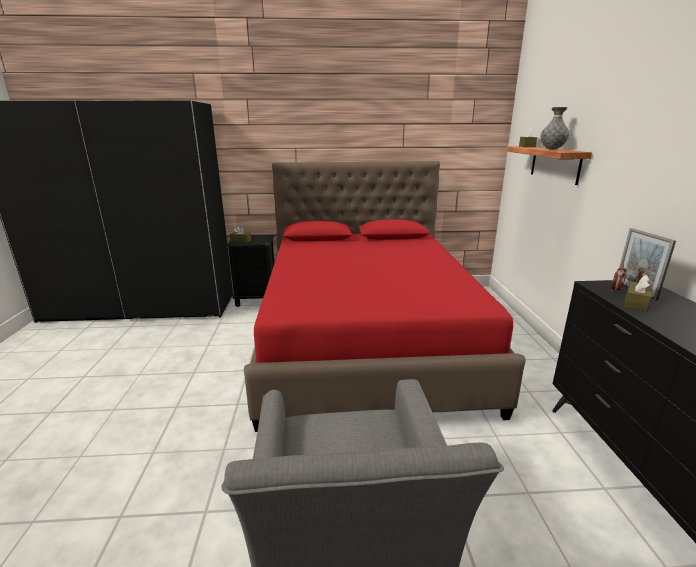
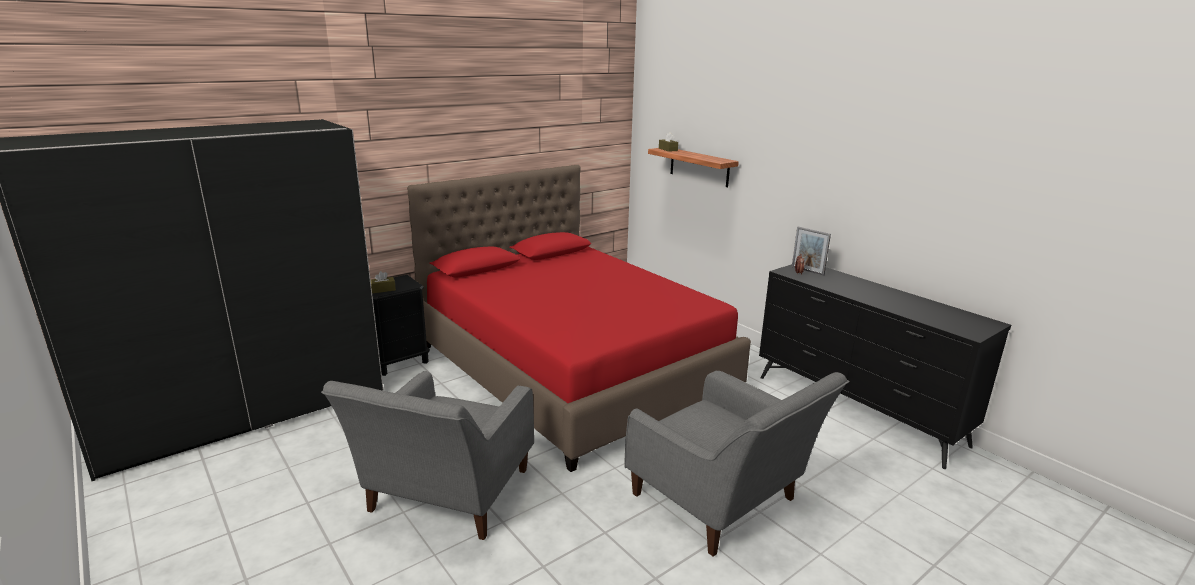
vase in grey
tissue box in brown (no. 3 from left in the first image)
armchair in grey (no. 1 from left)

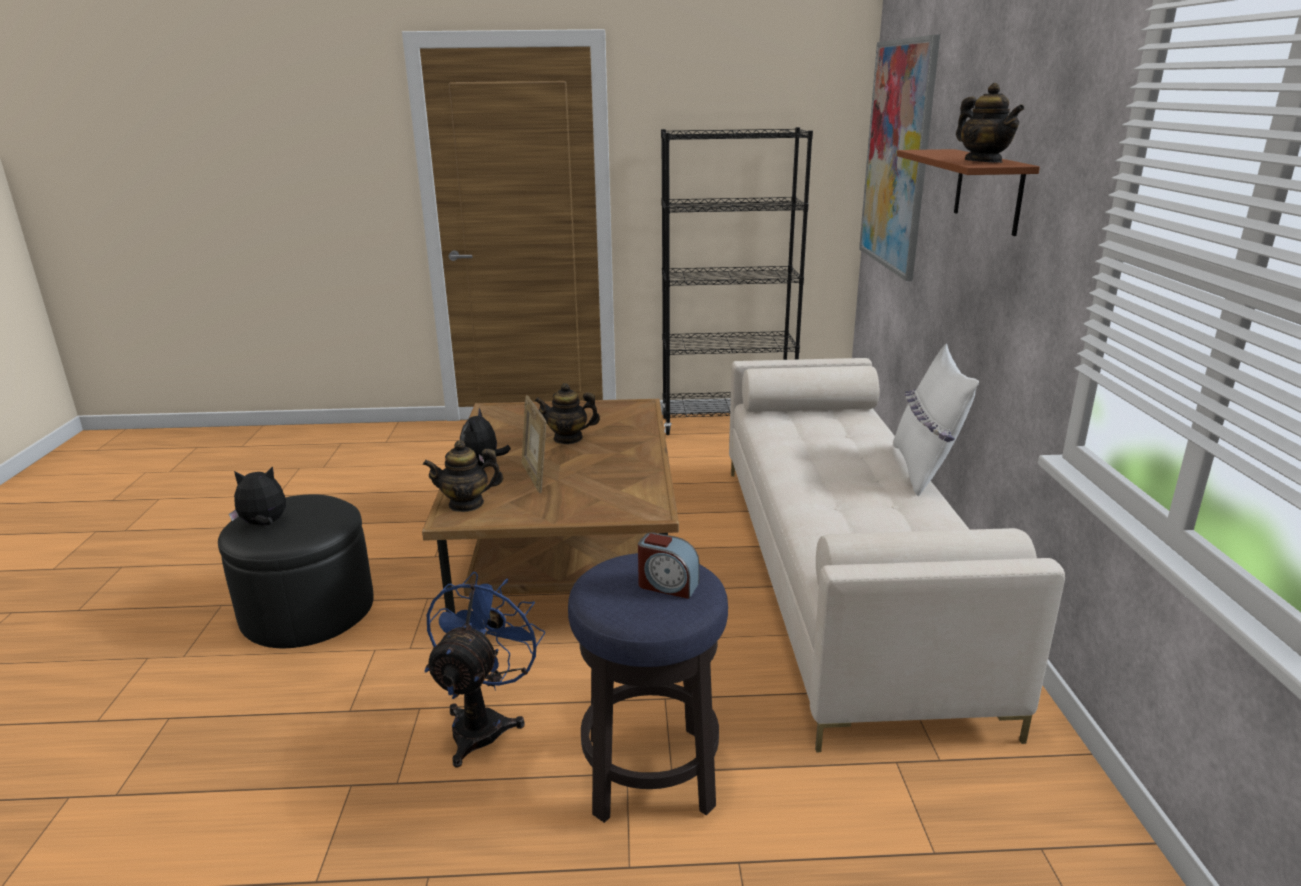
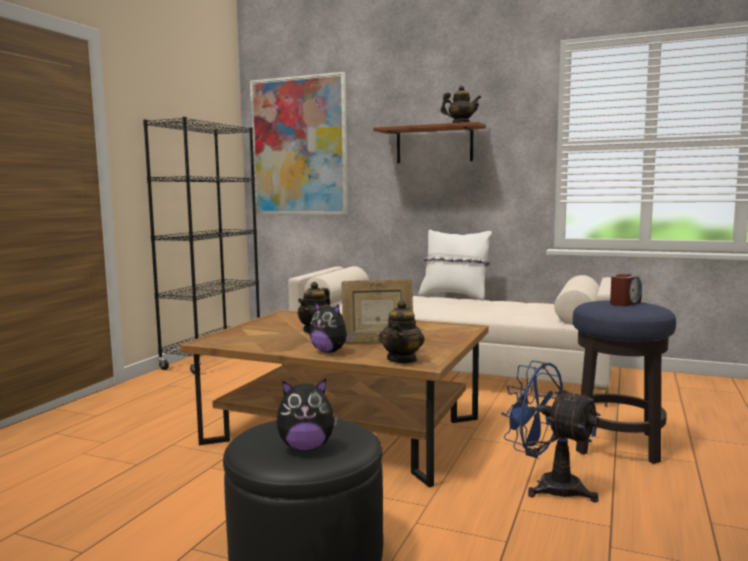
plush toy (no. 1 from left)

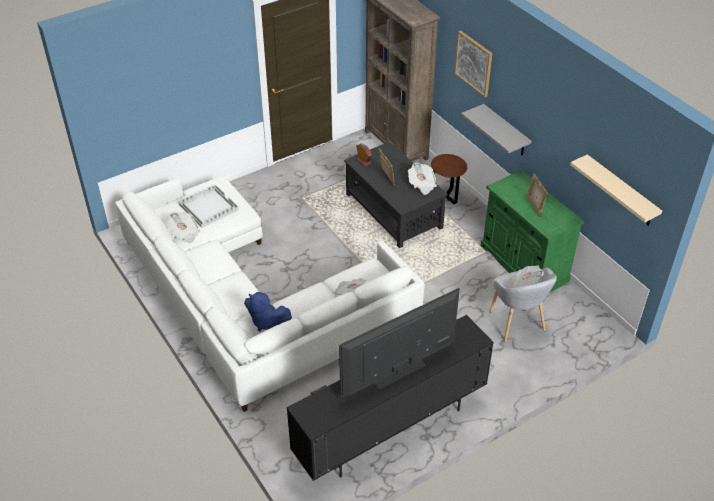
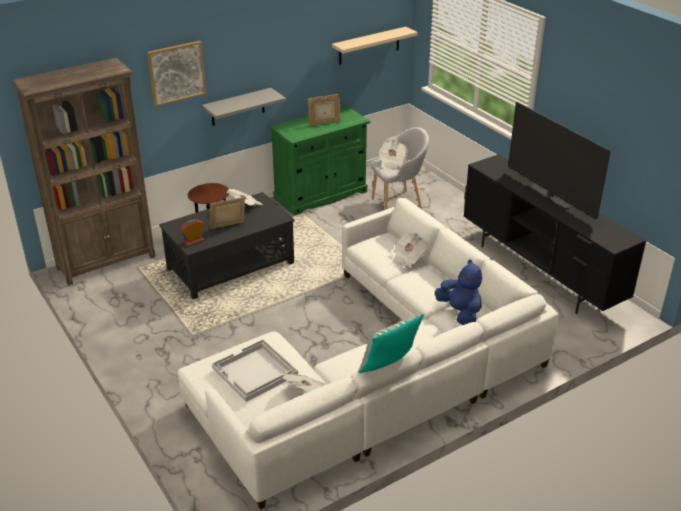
plush toy in blue
pillow

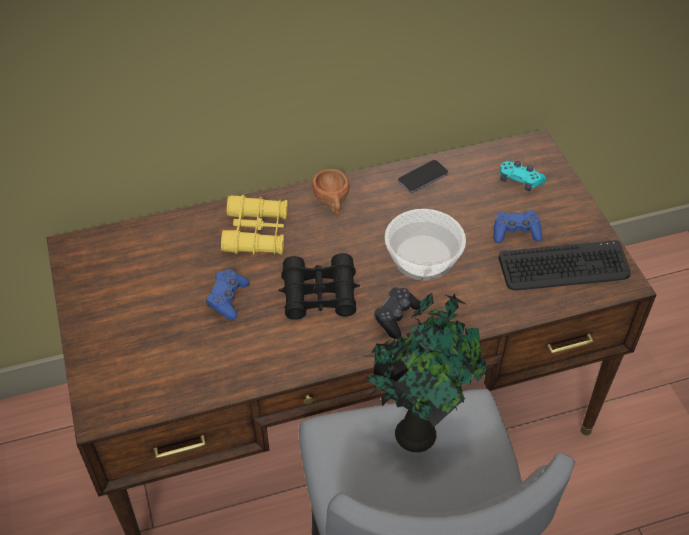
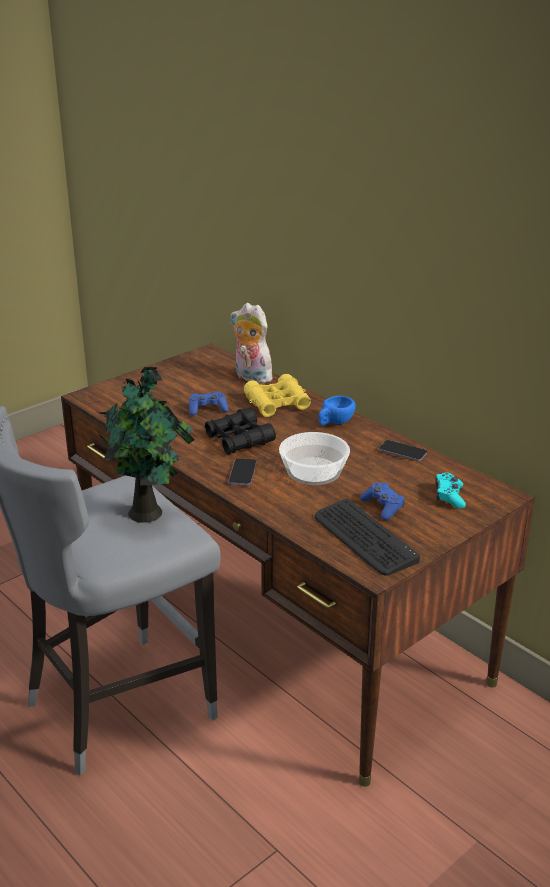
cup in blue
phone (no. 1 from left)
plush toy

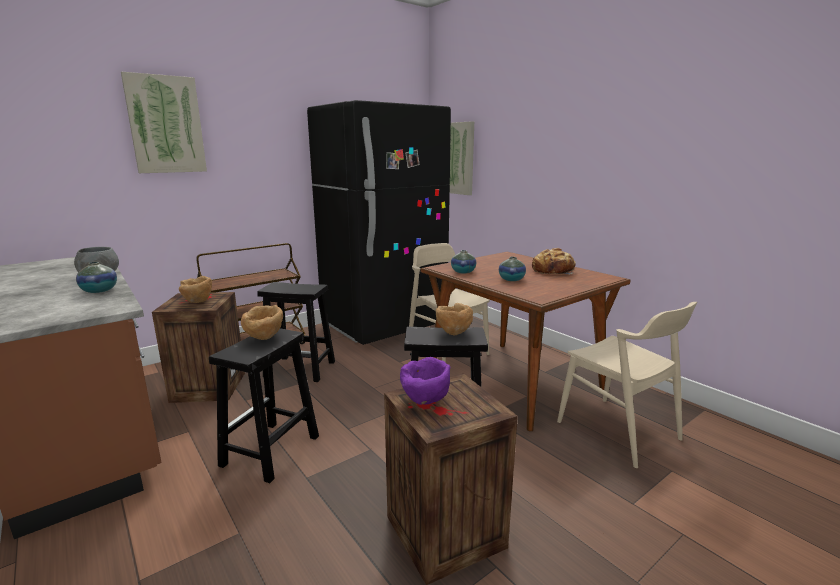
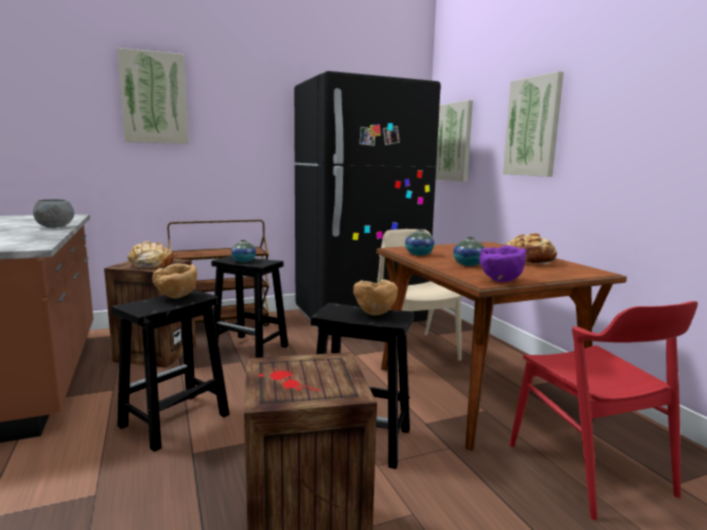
vase (no. 1 from left)
bread (no. 1 from left)
bowl in purple
chair in red
picture (no. 3 from left)

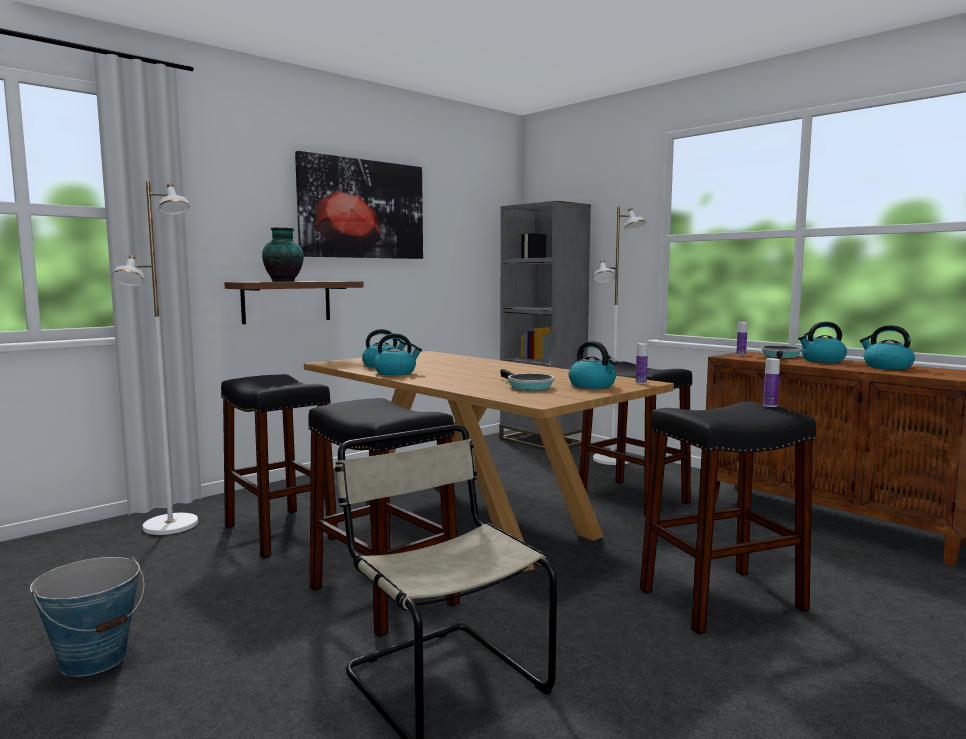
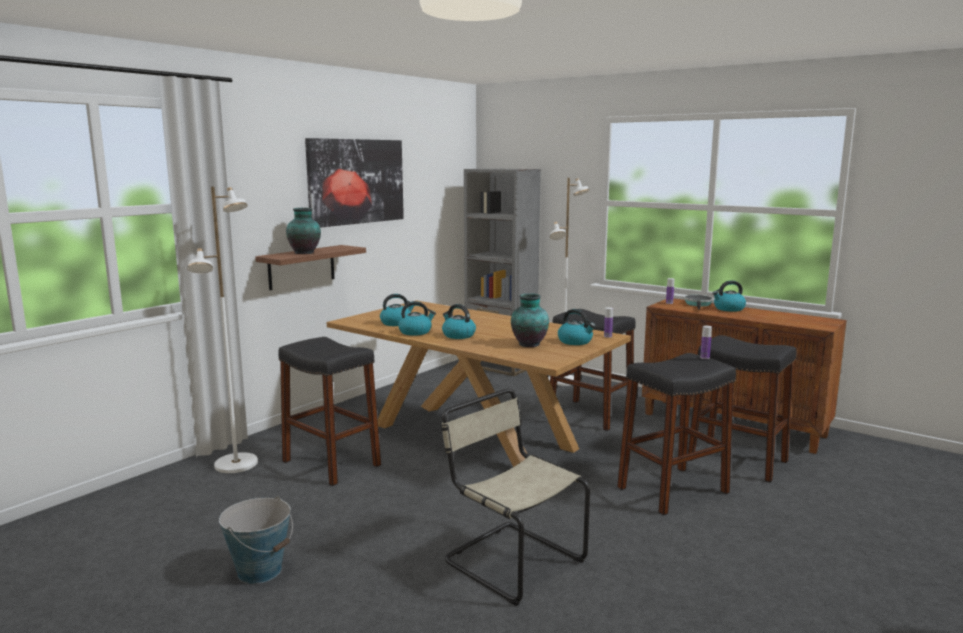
stool in black (no. 4 from left)
vase (no. 2 from left)
kettle (no. 3 from left)

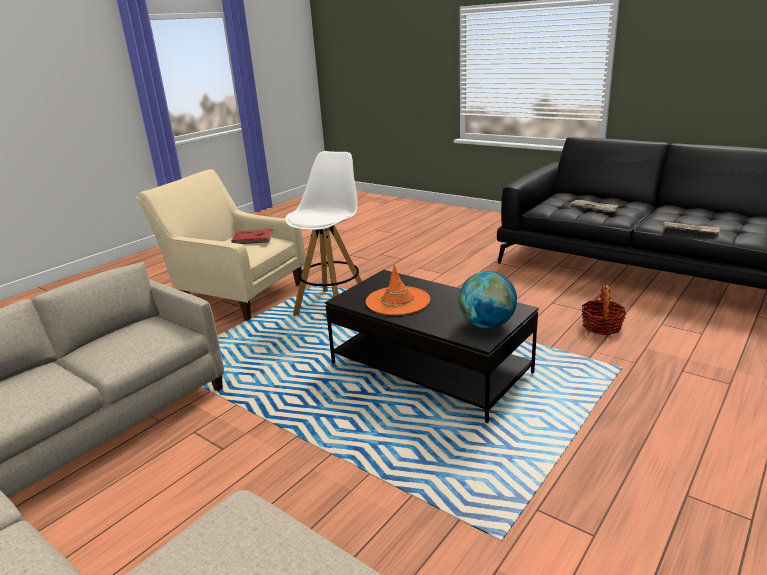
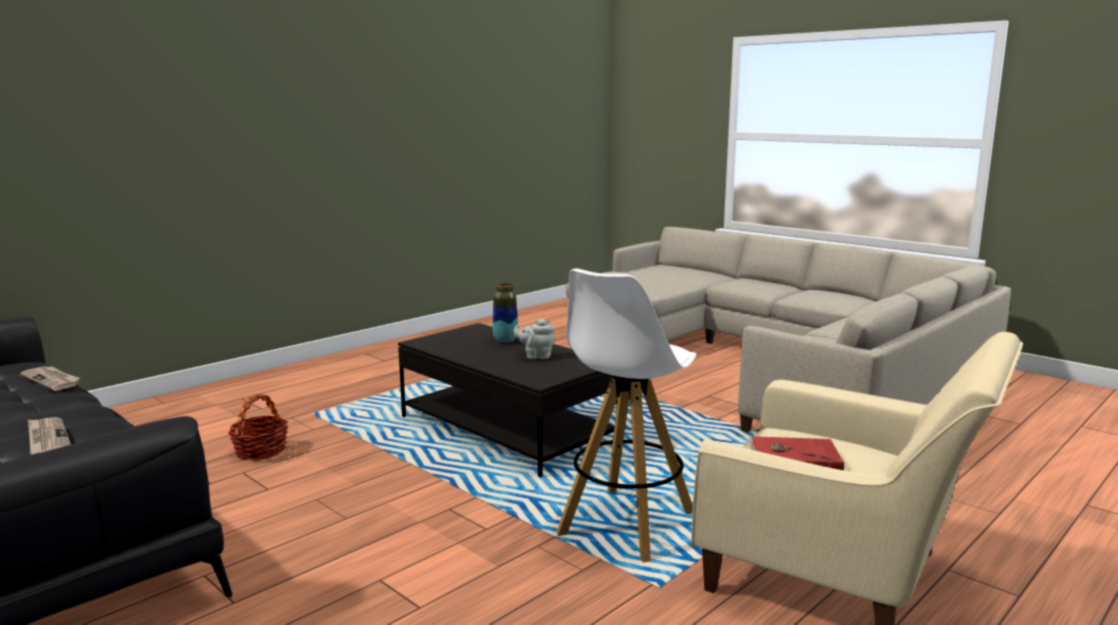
teapot in grey
globe
vase

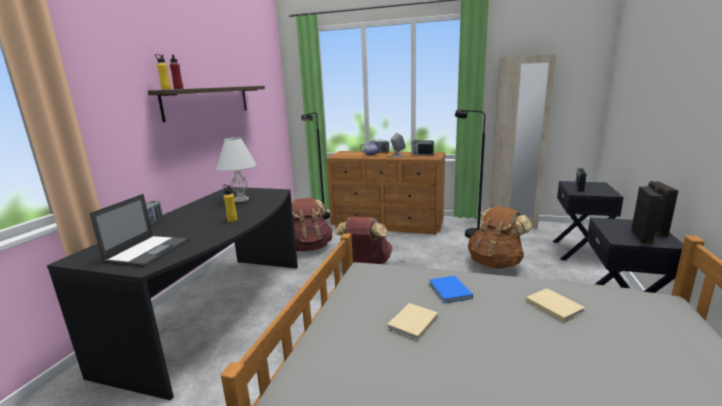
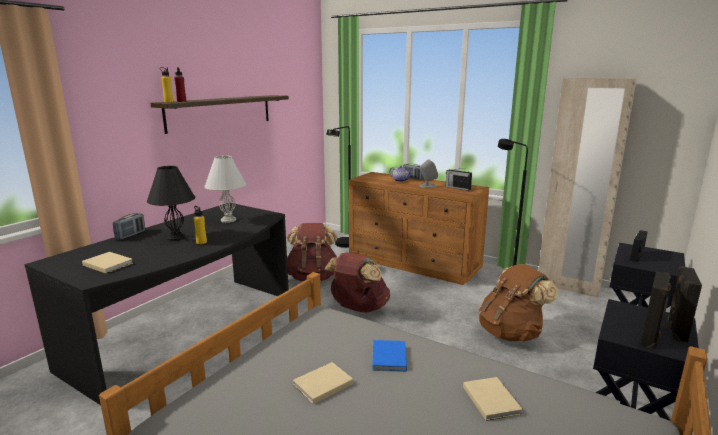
book in beige (no. 1 from left)
table lamp in black

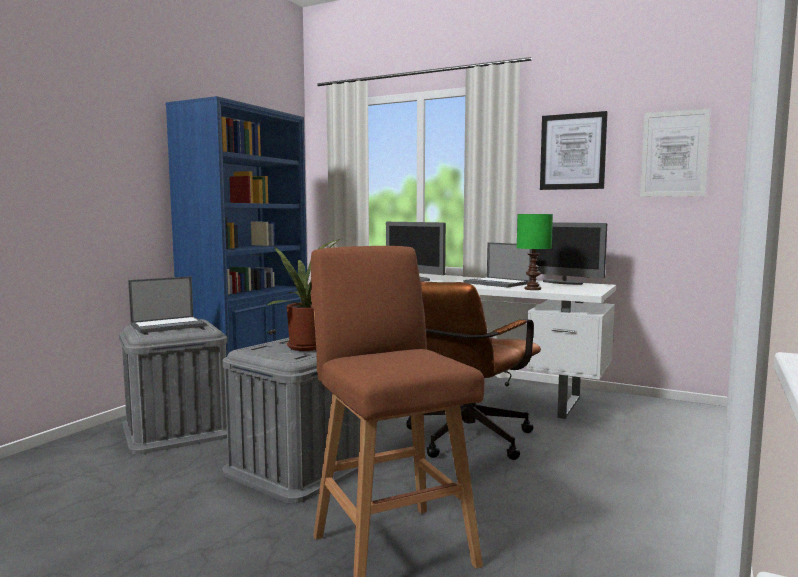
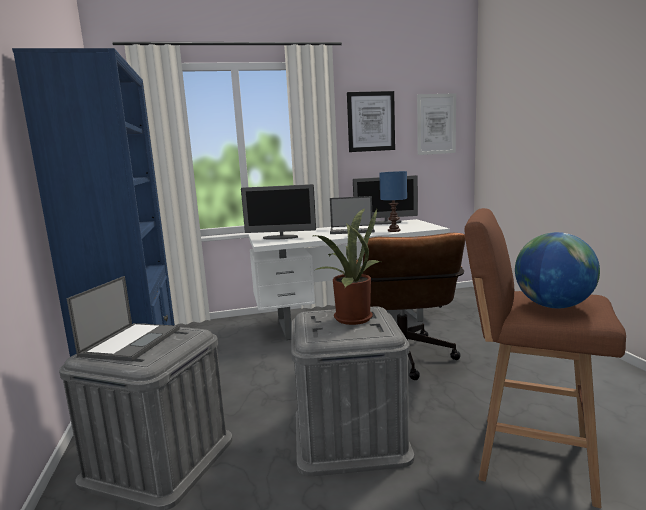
table lamp in blue
globe

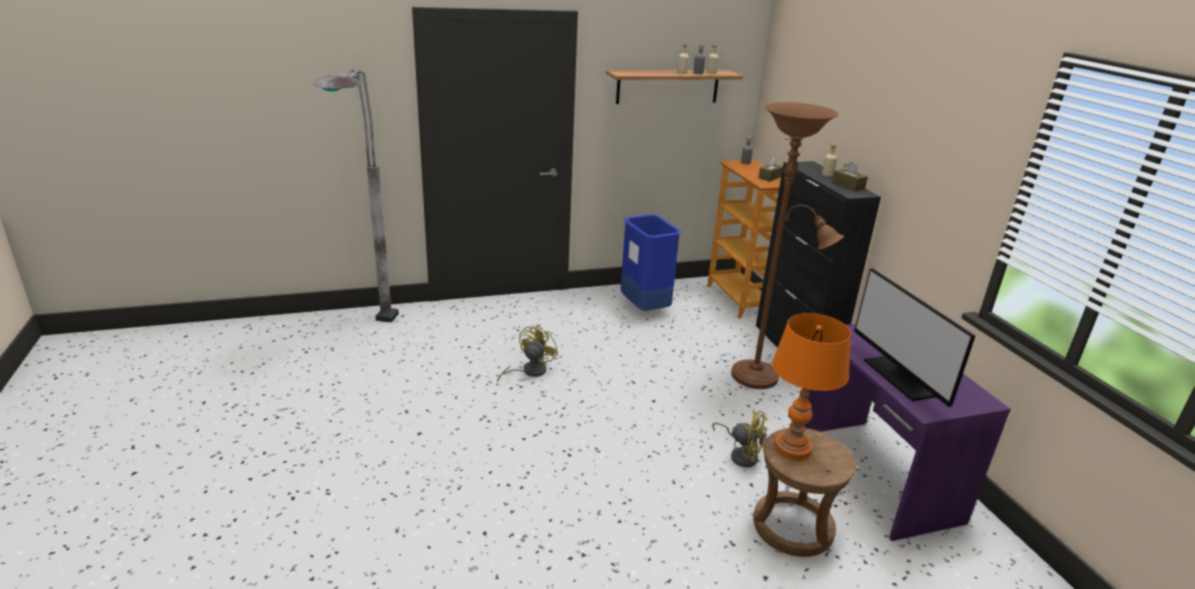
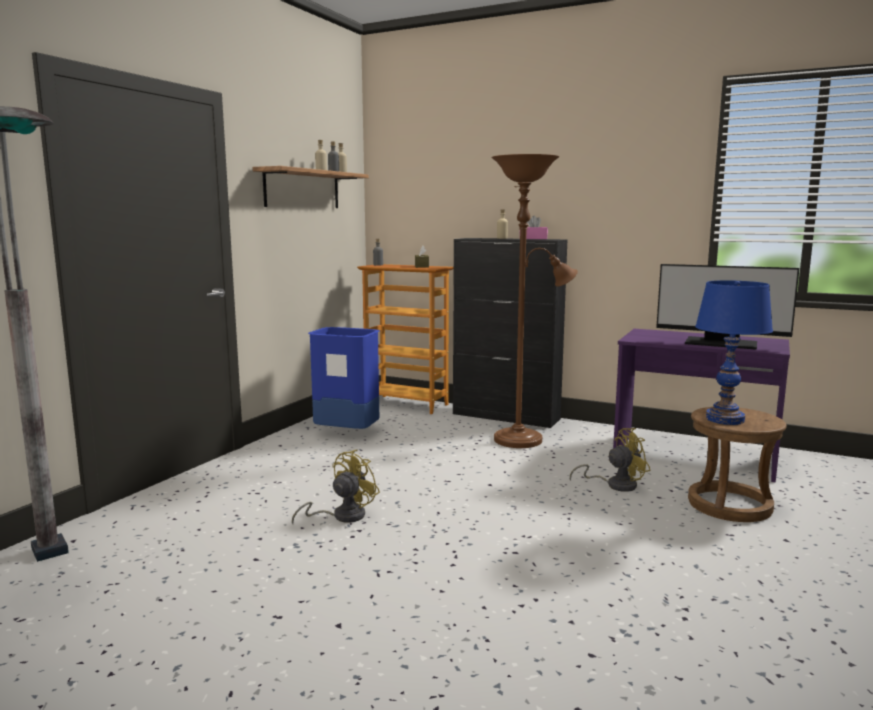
fan in yellow (no. 1 from left)
table lamp in blue
tissue box in pink

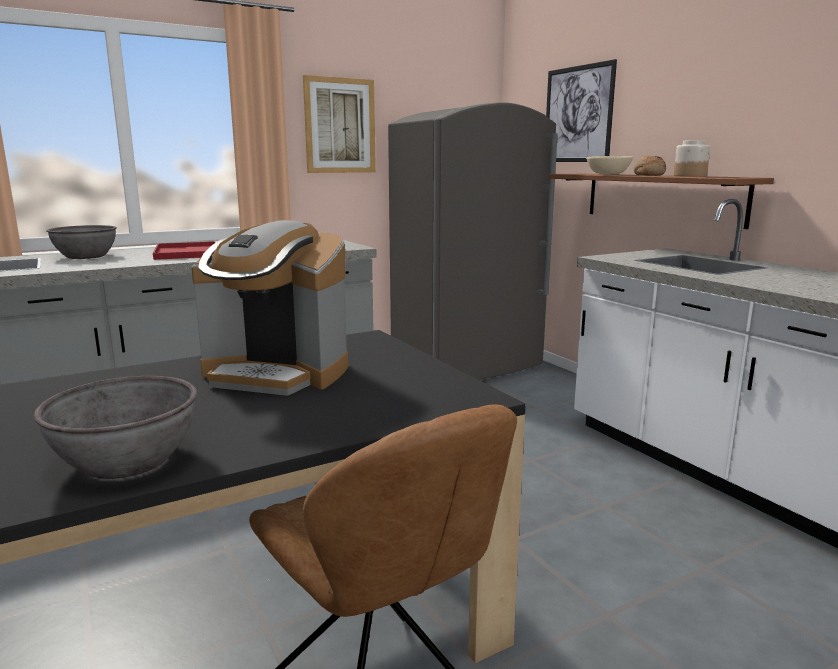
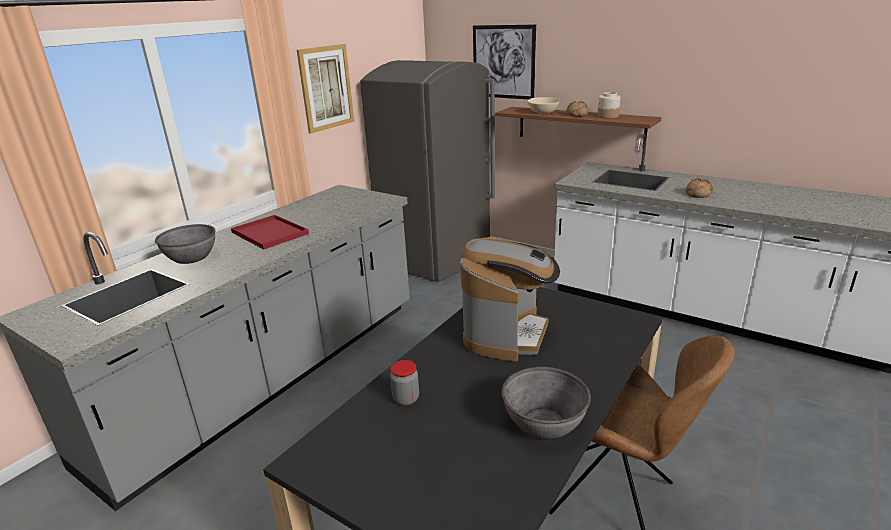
coffee machine
jar (no. 1 from left)
bread (no. 2 from left)

